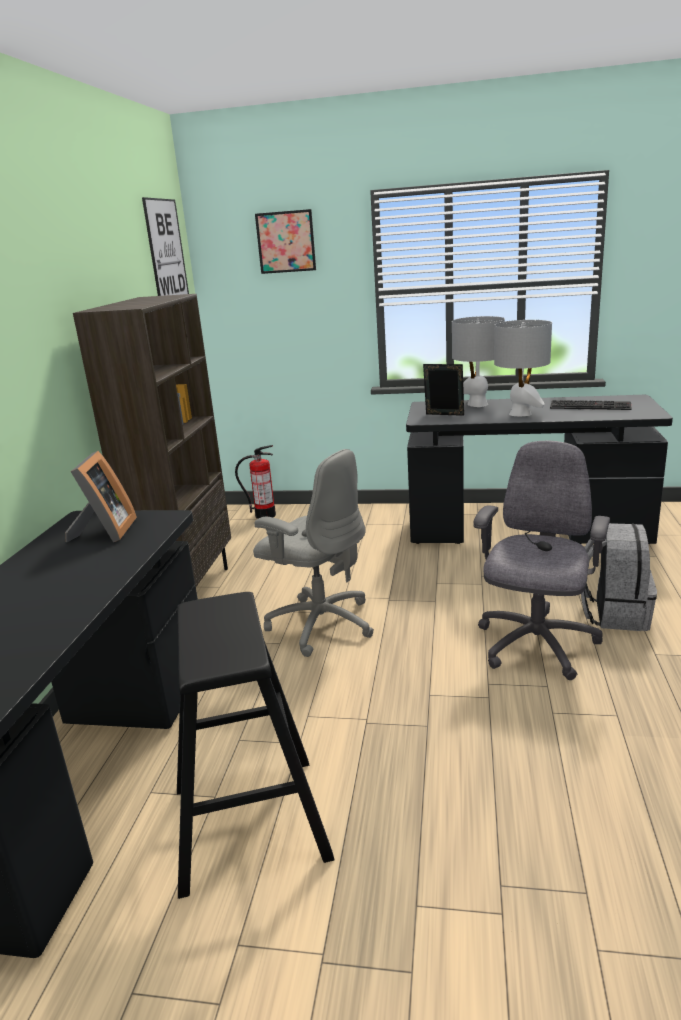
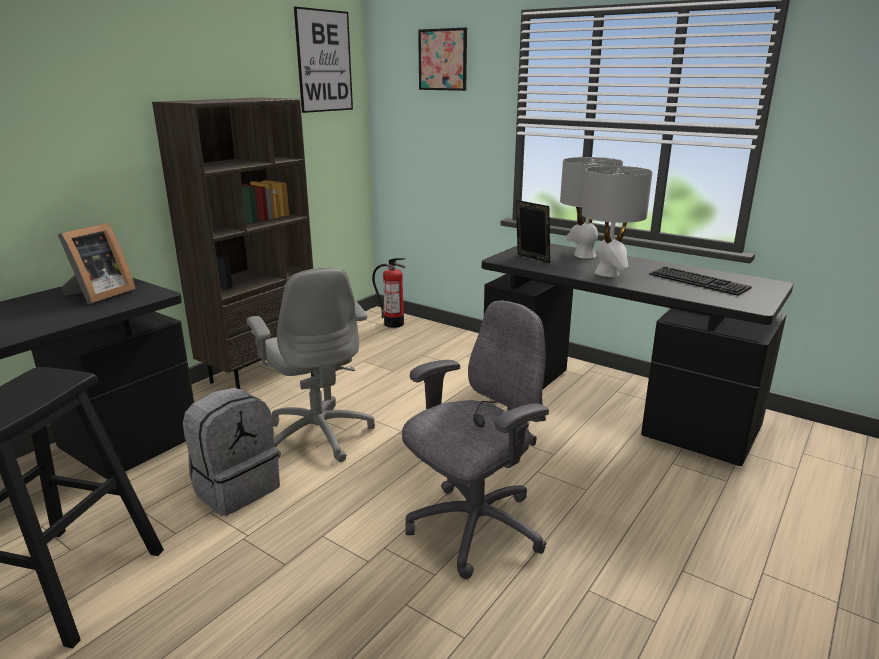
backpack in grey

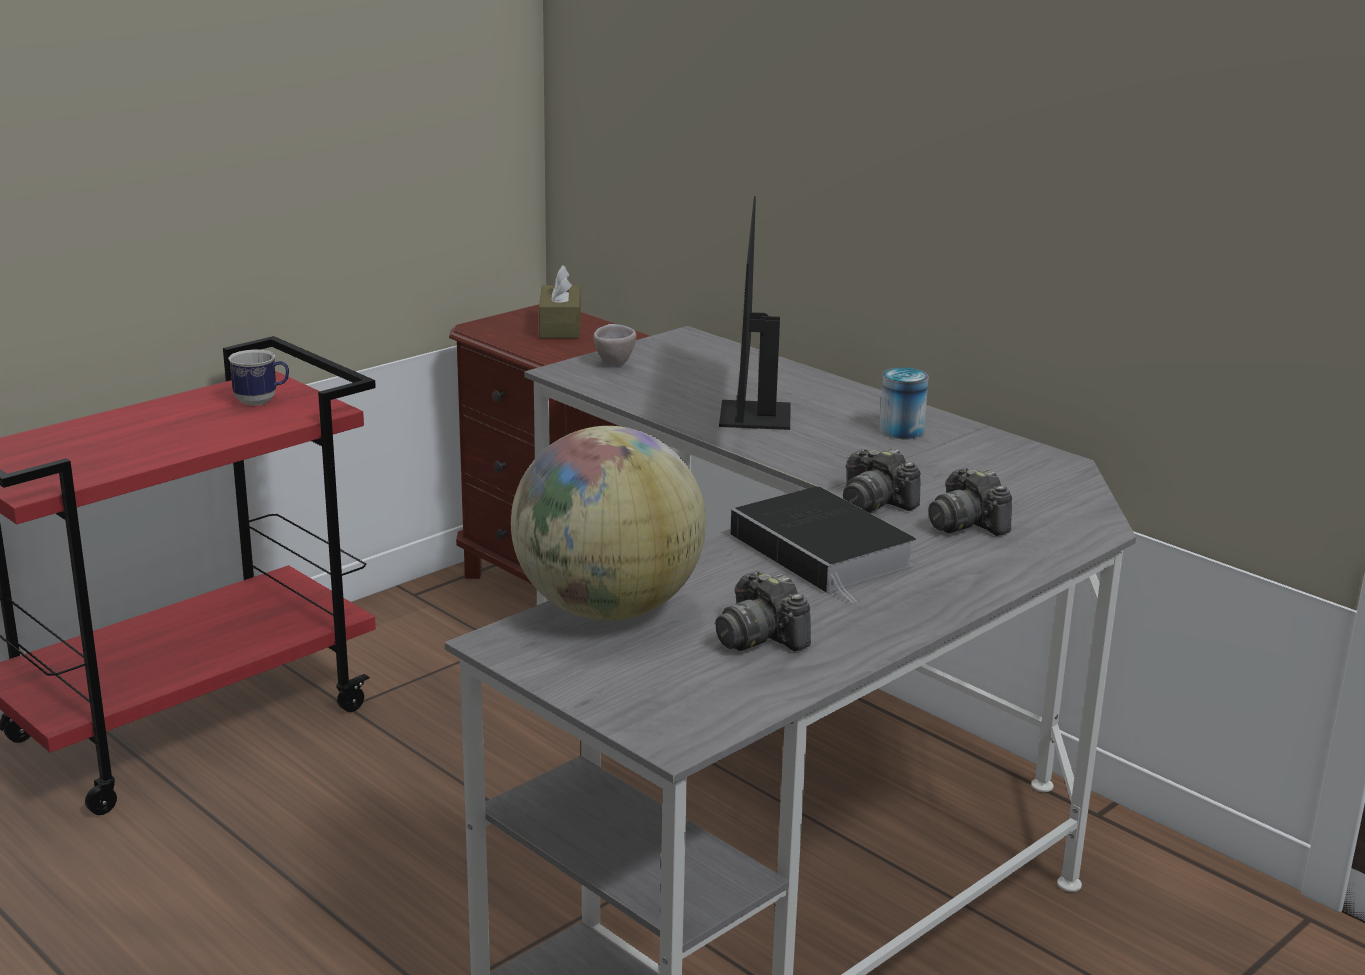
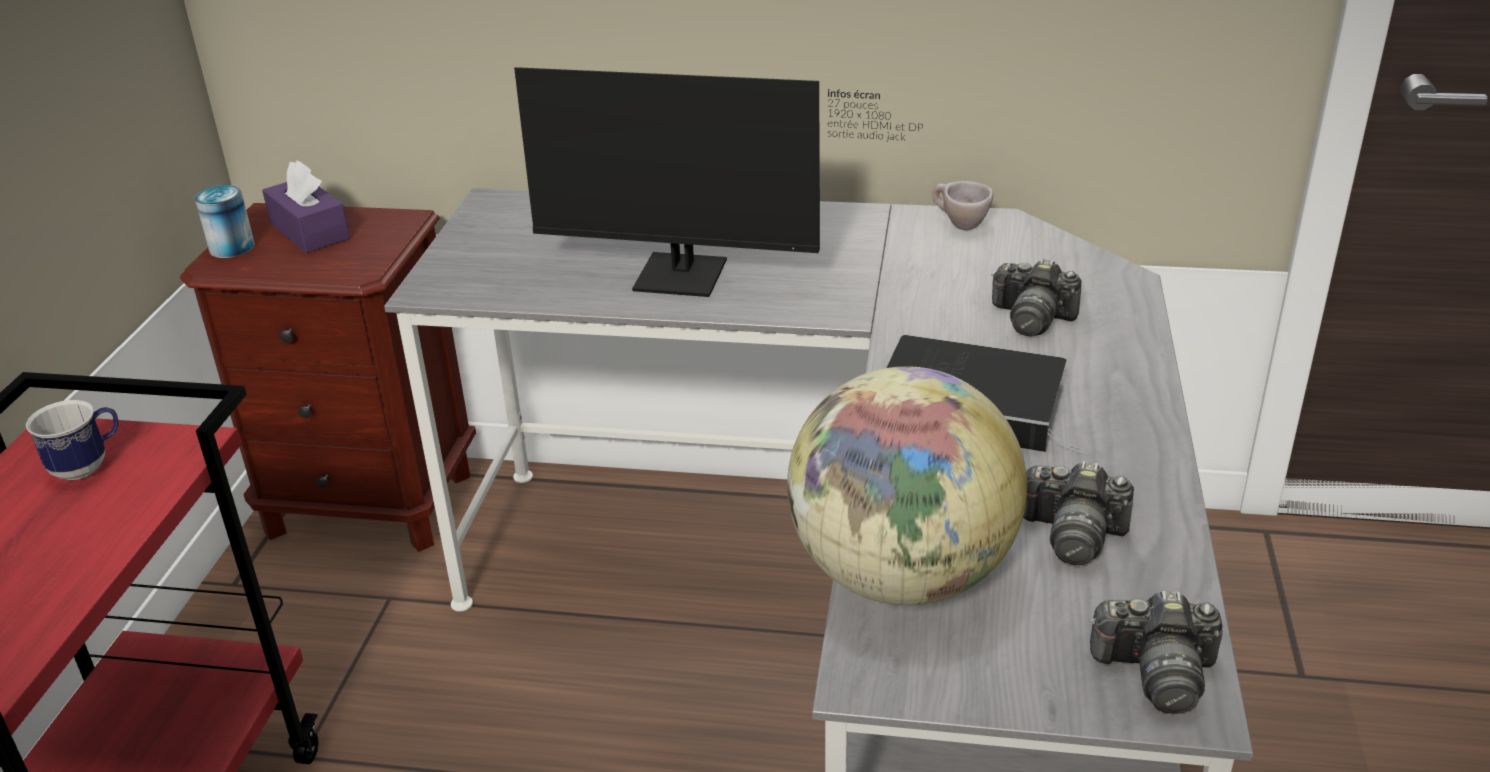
tissue box in purple
cup in beige
monitor
photo camera (no. 3 from left)
can

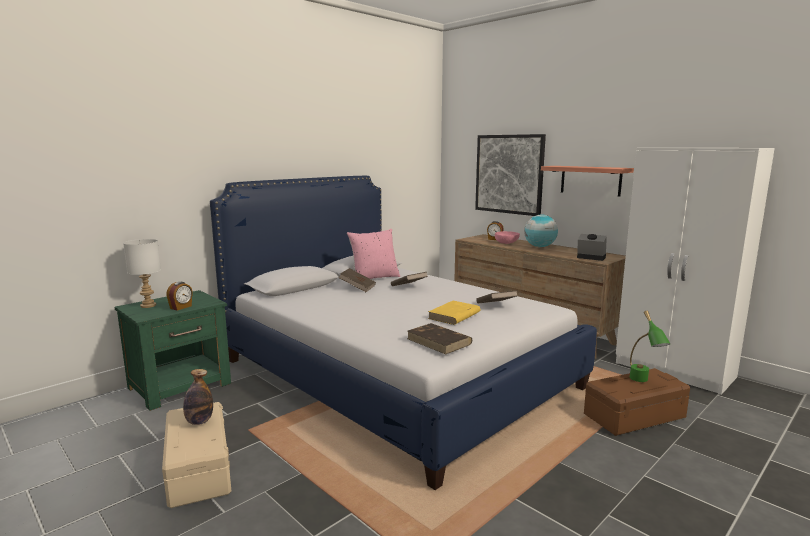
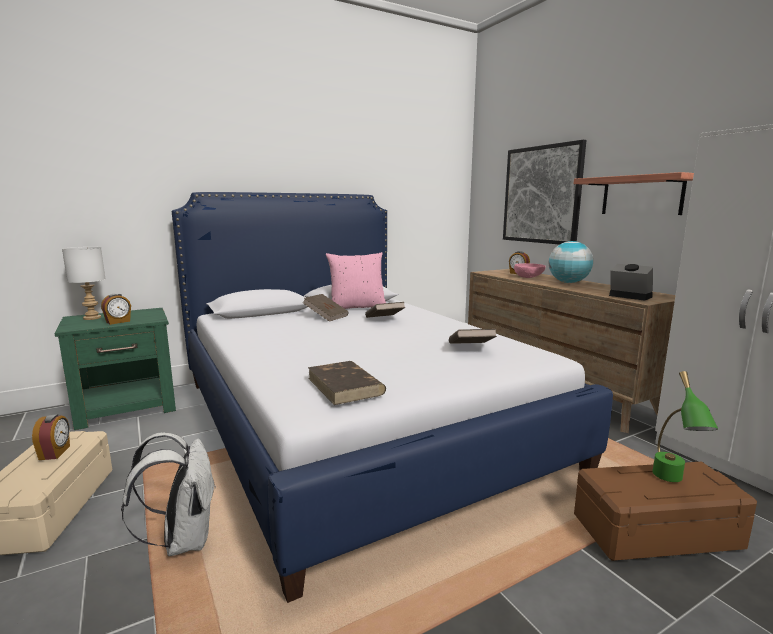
alarm clock (no. 1 from left)
book in yellow
backpack in white

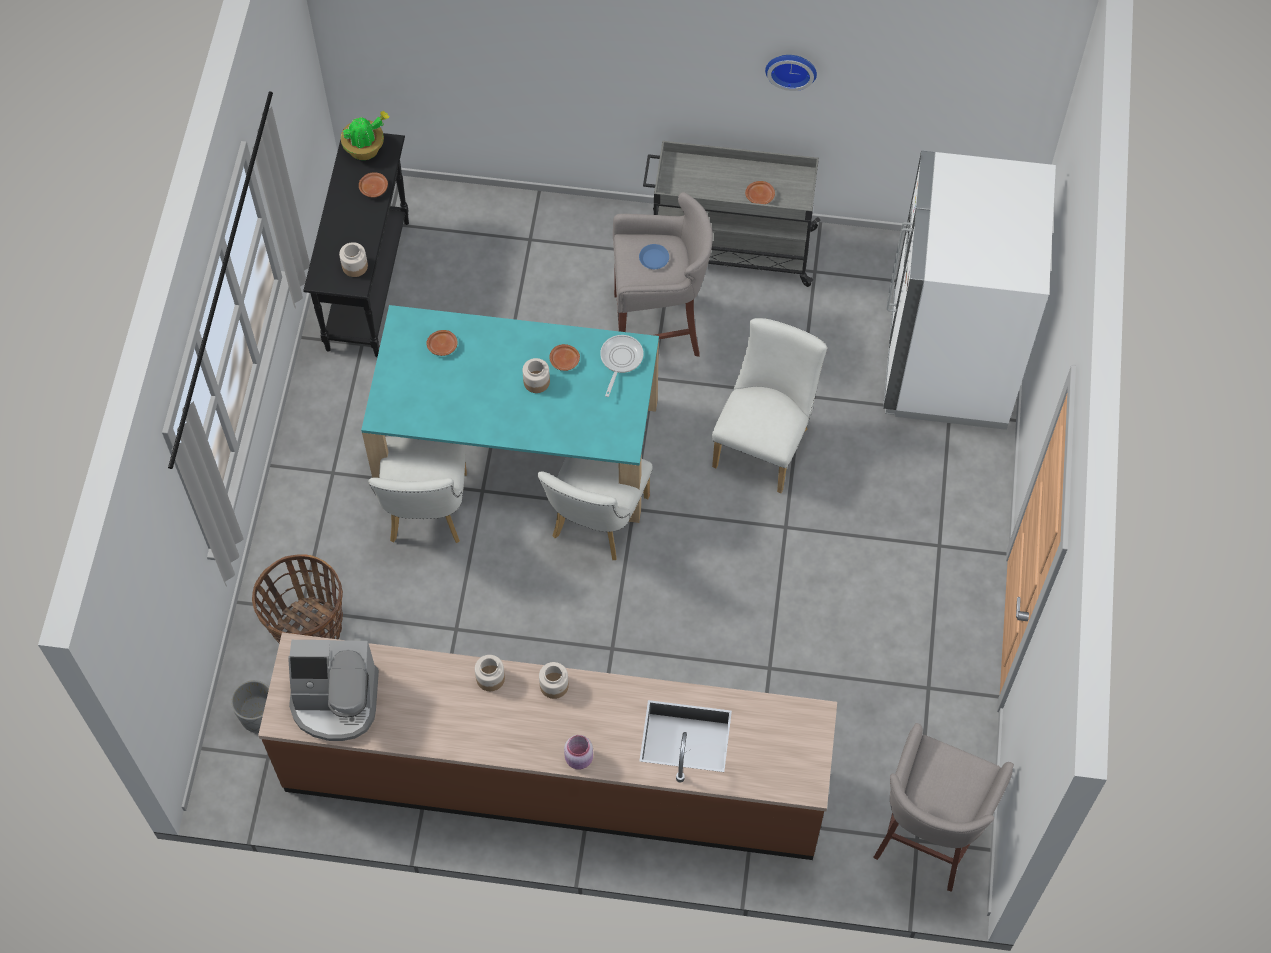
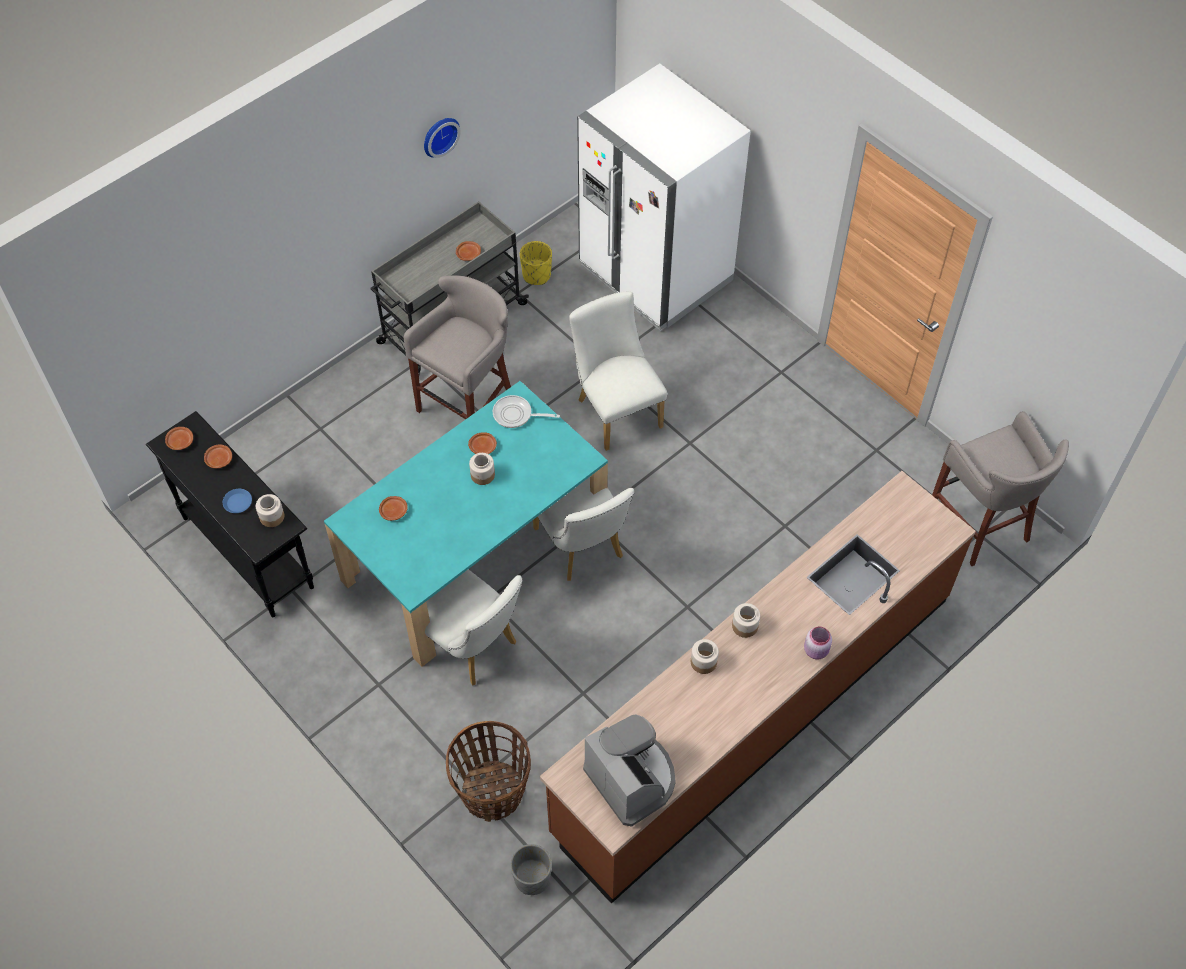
coffee machine
plate in brown (no. 1 from left)
frying pan
plate in blue
planter in yellow

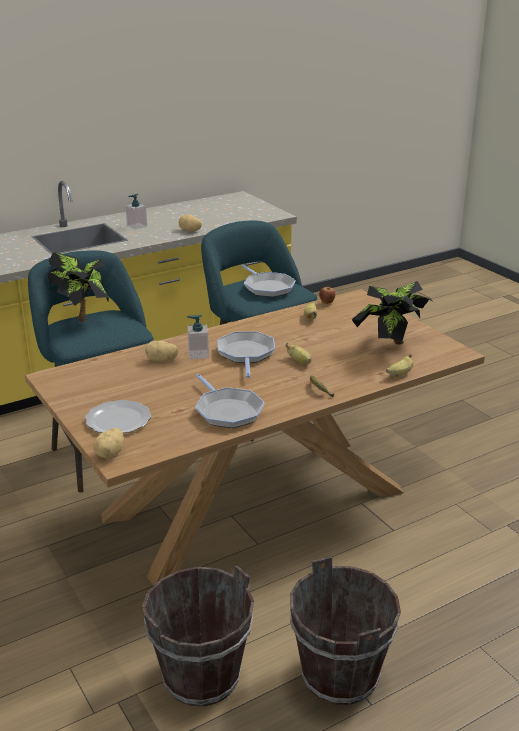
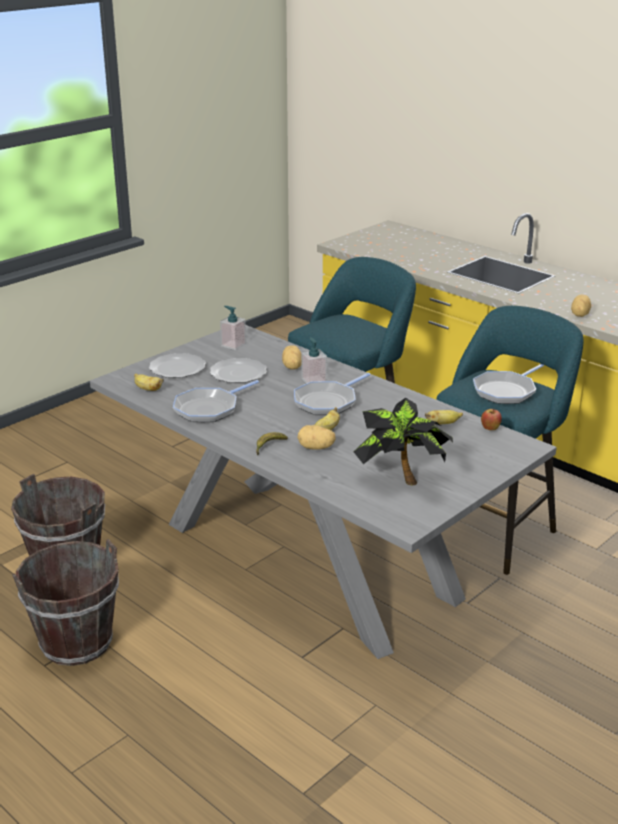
dining table in grey
potted plant (no. 1 from left in the first image)
potato (no. 2 from left)
soap dispenser (no. 1 from left)
frying pan (no. 2 from left)
banana (no. 1 from left)
plate (no. 2 from left)

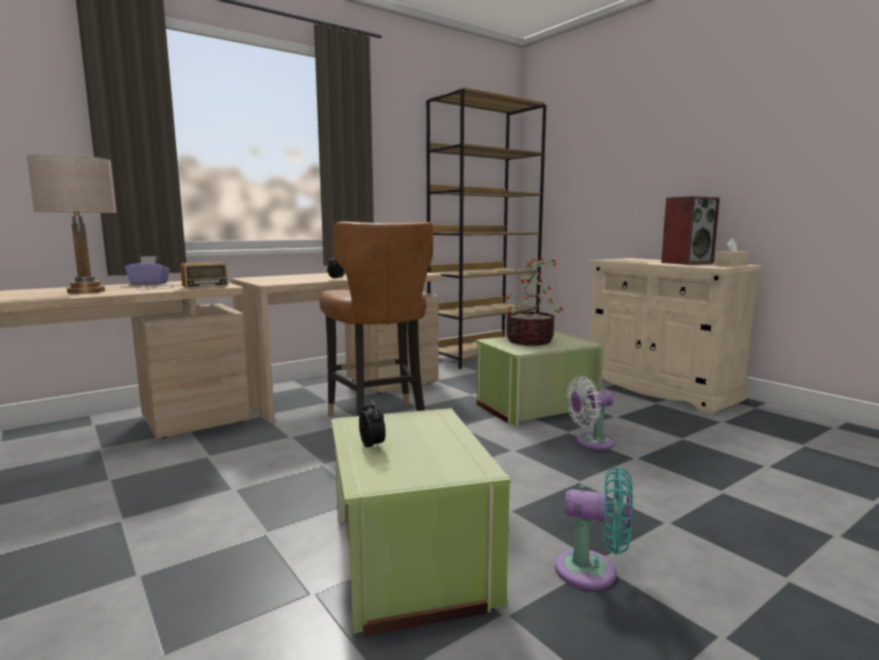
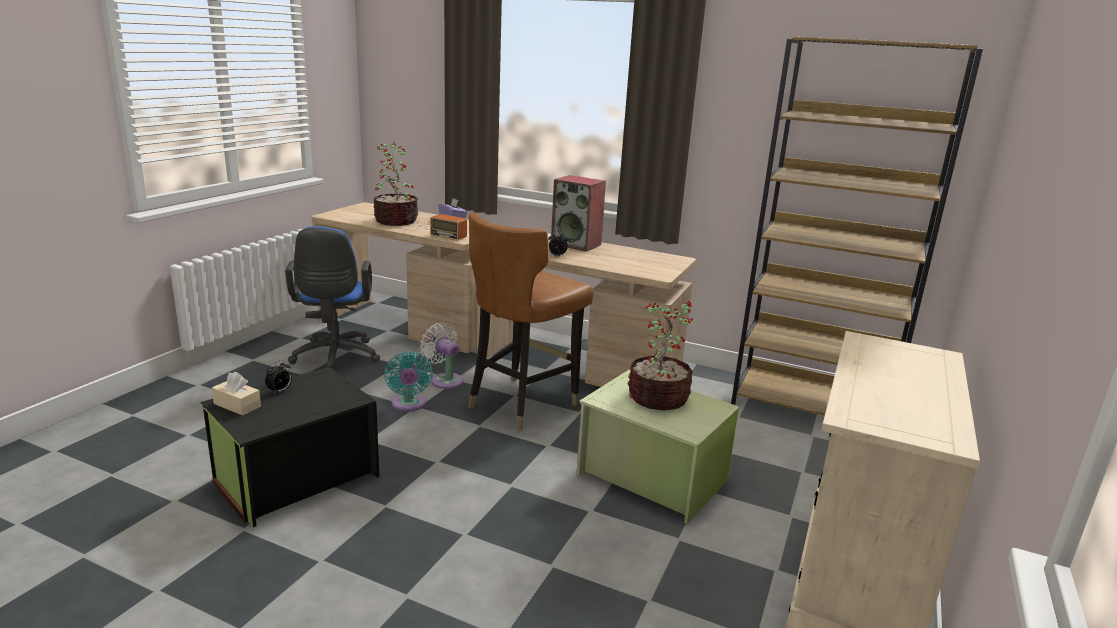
potted plant (no. 1 from left)
storage box in black
fan in turquoise
fan in white
speaker
tissue box in beige
office chair in blue

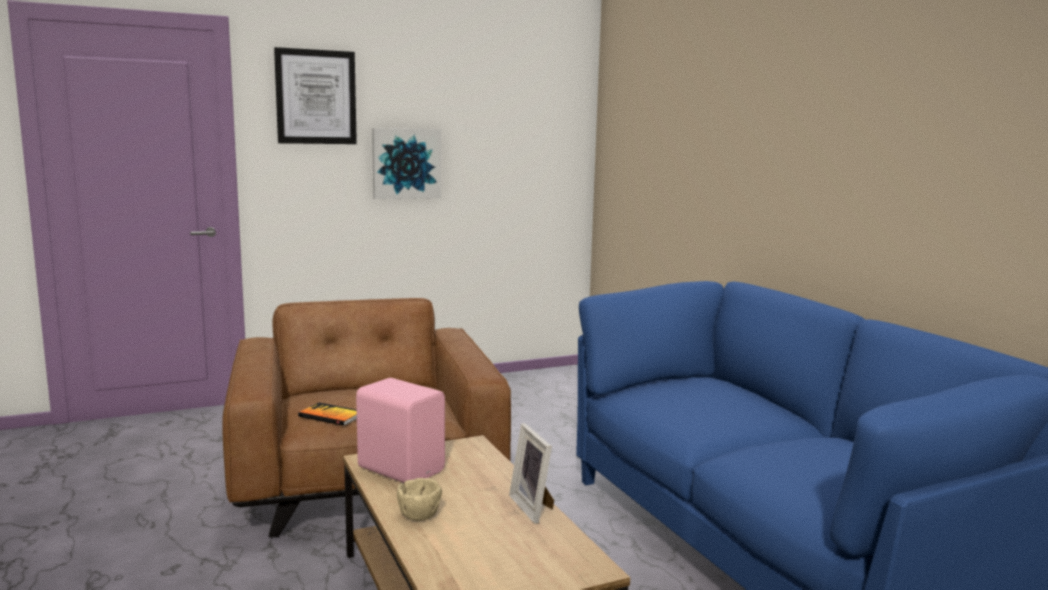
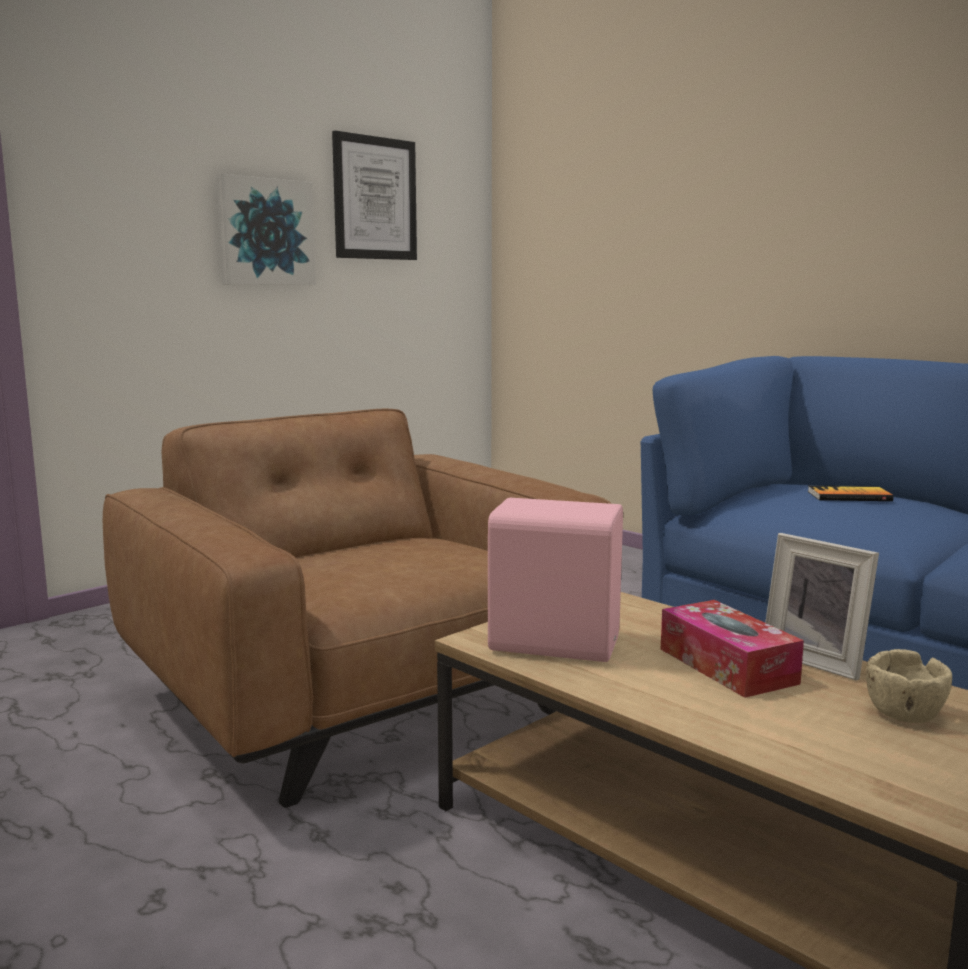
picture (no. 2 from left)
book
bowl in beige
tissue box

